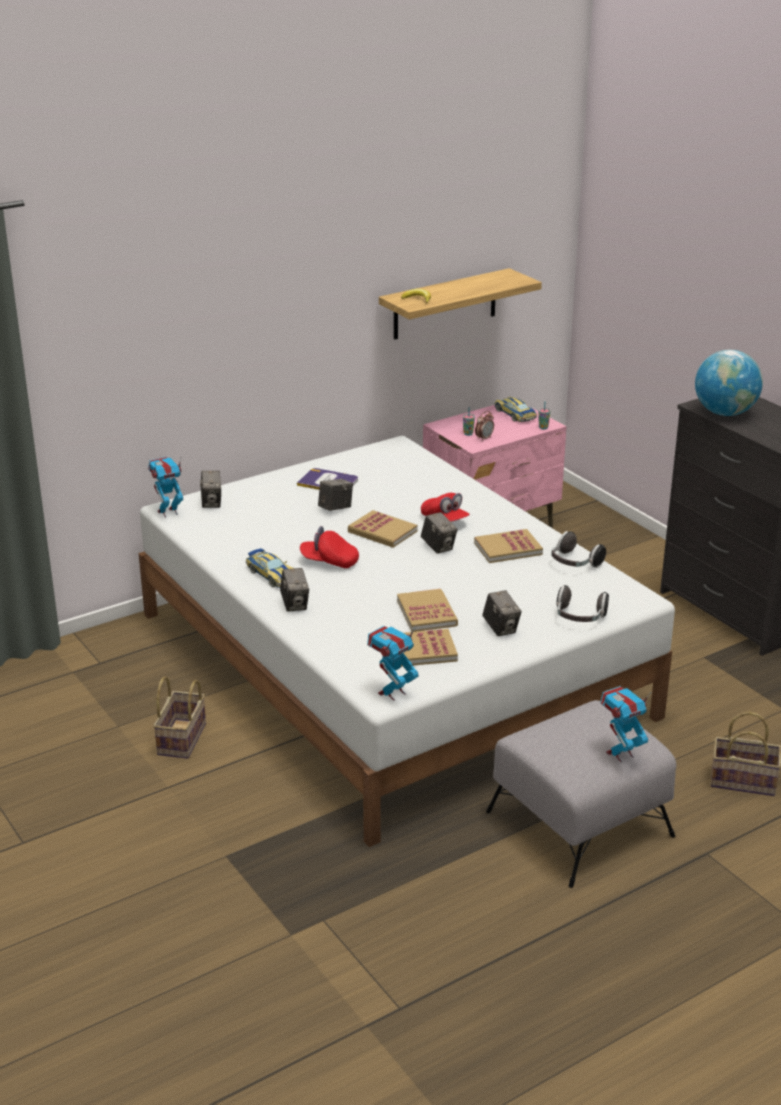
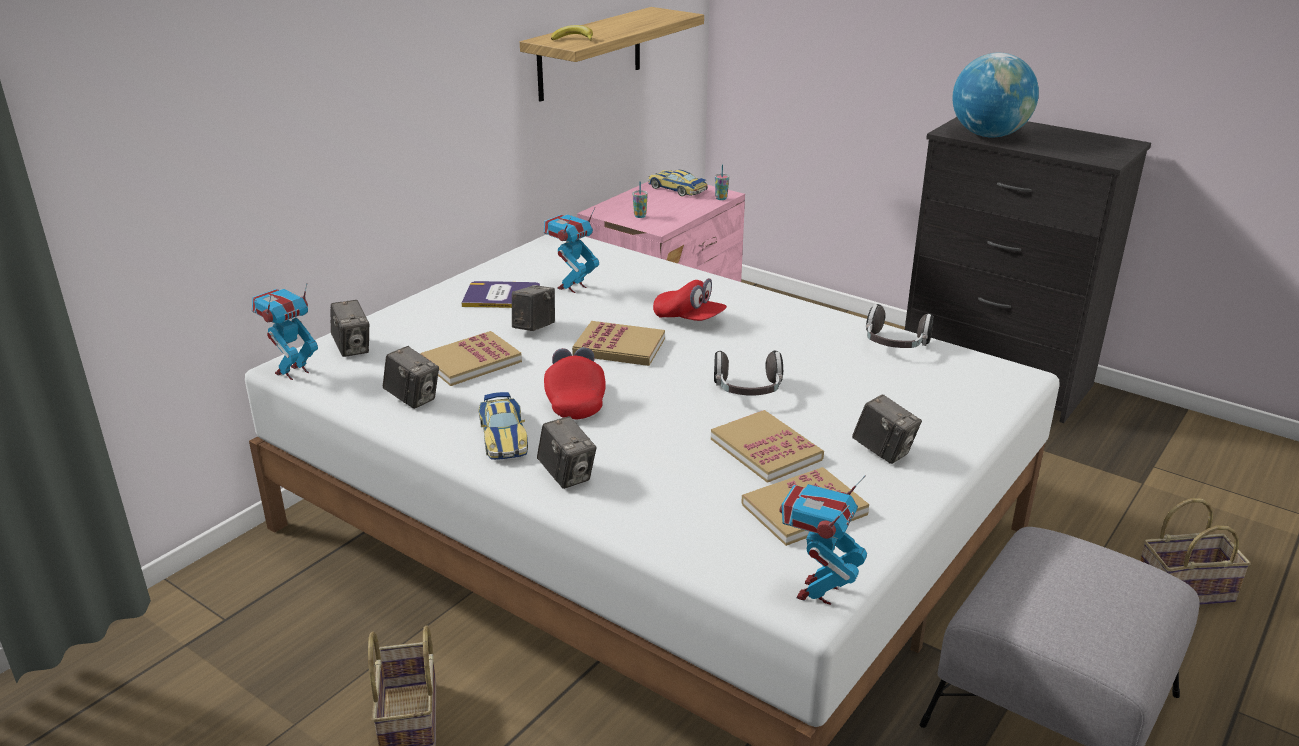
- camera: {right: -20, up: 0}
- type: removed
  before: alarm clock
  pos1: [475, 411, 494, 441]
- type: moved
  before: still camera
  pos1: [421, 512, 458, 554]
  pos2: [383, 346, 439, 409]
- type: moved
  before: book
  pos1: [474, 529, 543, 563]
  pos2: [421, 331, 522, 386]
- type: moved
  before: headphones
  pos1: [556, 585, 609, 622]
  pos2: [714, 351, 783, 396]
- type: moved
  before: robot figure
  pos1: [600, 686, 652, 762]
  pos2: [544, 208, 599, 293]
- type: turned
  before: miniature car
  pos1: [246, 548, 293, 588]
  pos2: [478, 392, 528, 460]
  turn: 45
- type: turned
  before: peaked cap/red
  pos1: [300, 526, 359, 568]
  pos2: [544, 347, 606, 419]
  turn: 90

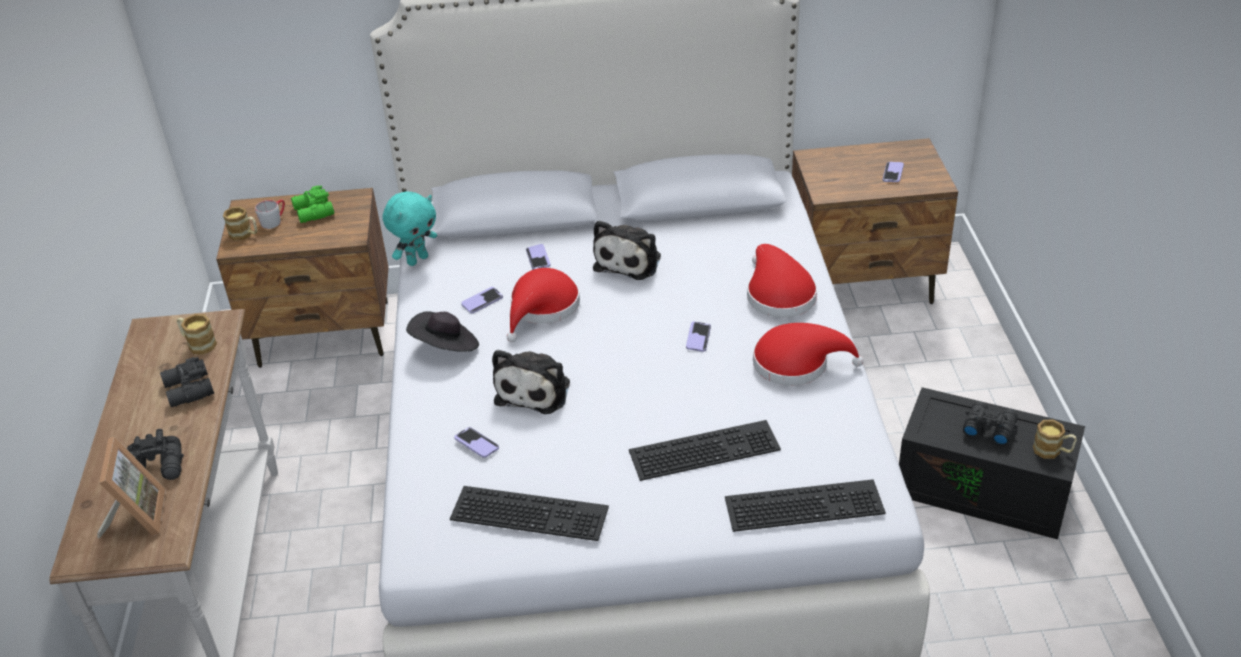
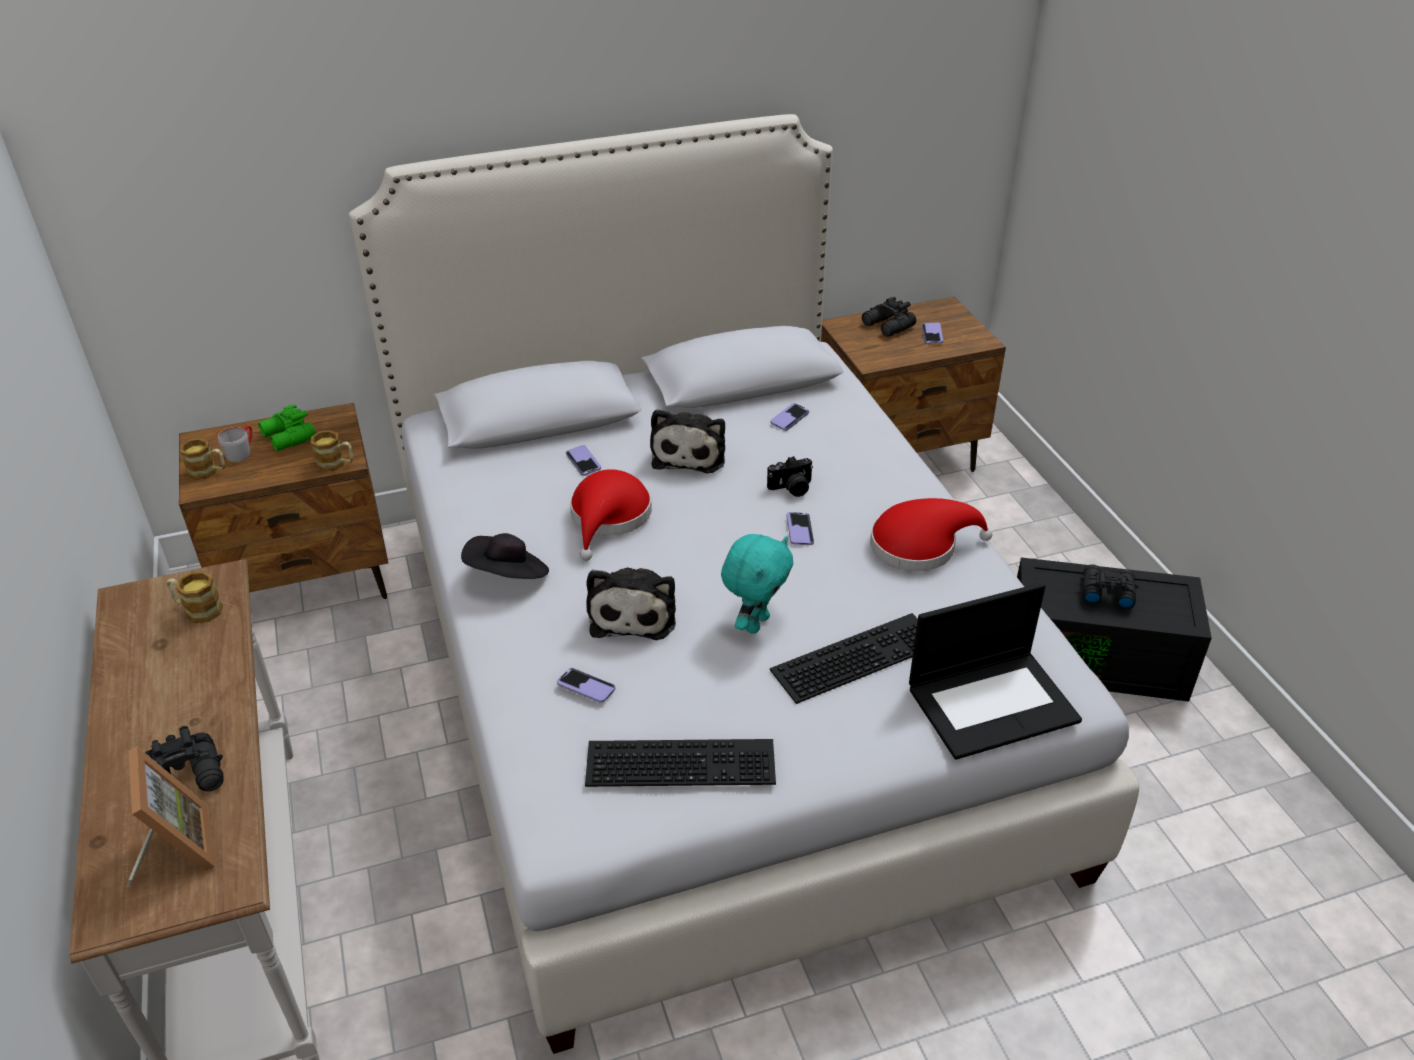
- camera: {right: -15, up: 0}
- type: removed
  before: hat/red
  pos1: [747, 244, 817, 318]
- type: added
  after: still camera
  pos2: [767, 456, 813, 497]
- type: moved
  before: binoculars/black-coloured
  pos1: [160, 357, 214, 407]
  pos2: [862, 297, 916, 337]
- type: moved
  before: soft toy/turquoise
  pos1: [383, 191, 437, 266]
  pos2: [721, 534, 793, 634]
- type: moved
  before: handset
  pos1: [461, 287, 503, 313]
  pos2: [771, 403, 809, 431]
- type: moved
  before: tea mug
  pos1: [1033, 420, 1077, 459]
  pos2: [311, 430, 353, 472]
- type: replaced
  before: keyboard
  after: notebook computer
  pos1: [725, 479, 886, 532]
  pos2: [909, 583, 1082, 760]

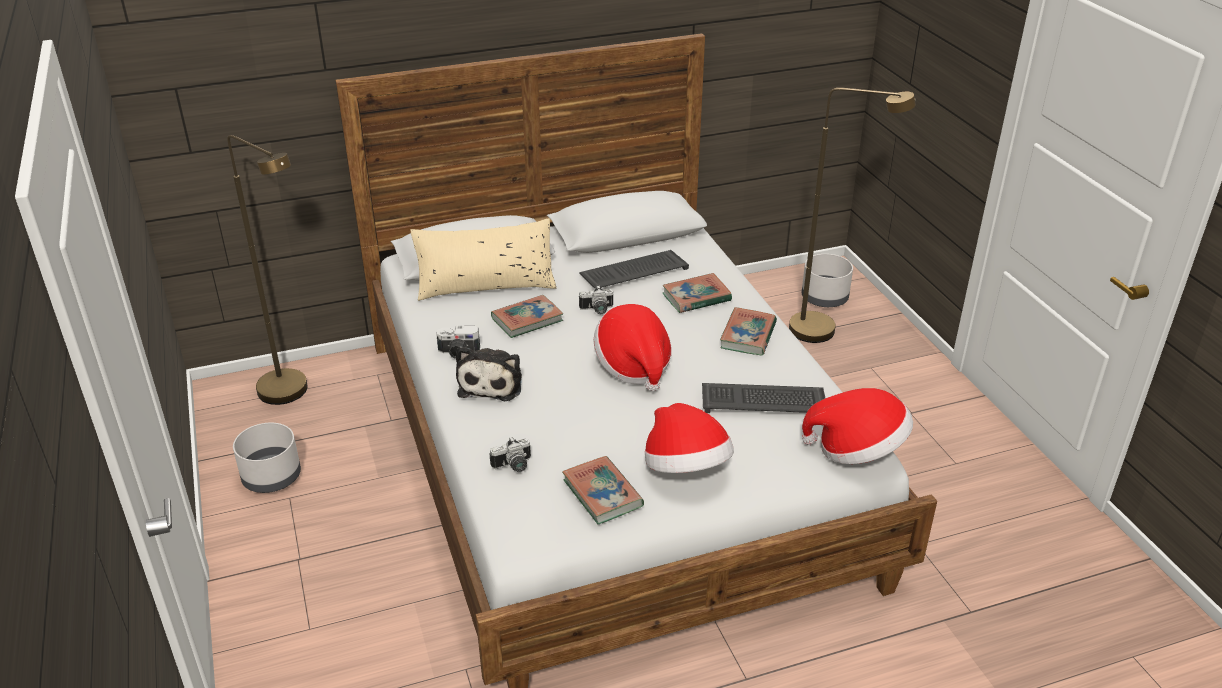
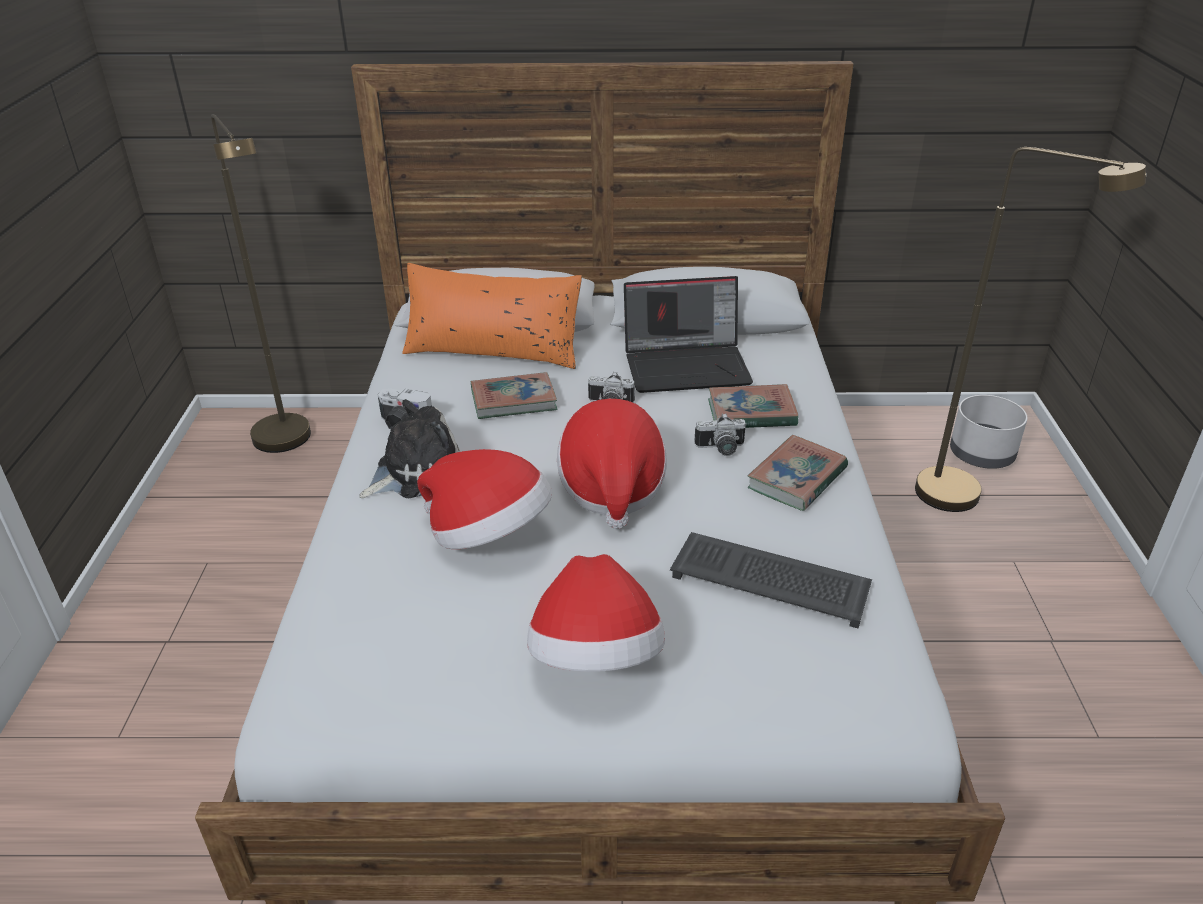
- camera: {right: 20, up: 0}
- type: removed
  before: flower pot/greyish
  pos1: [233, 423, 301, 493]
- type: removed
  before: book
  pos1: [562, 456, 644, 525]
- type: moved
  before: still camera
  pos1: [489, 437, 531, 472]
  pos2: [694, 413, 746, 456]
- type: moved
  before: hat
  pos1: [802, 388, 913, 464]
  pos2: [417, 449, 552, 549]
- type: replaced
  before: keyboard
  after: notebook computer
  pos1: [579, 250, 689, 288]
  pos2: [624, 276, 753, 393]
- type: recoloured
  before: throw pillow/beige-coloured
  after: throw pillow/orange-coloured
  pos1: [410, 218, 556, 301]
  pos2: [402, 263, 582, 369]
- type: turned
  before: soft toy
  pos1: [456, 347, 522, 401]
  pos2: [359, 399, 461, 499]
  turn: -150

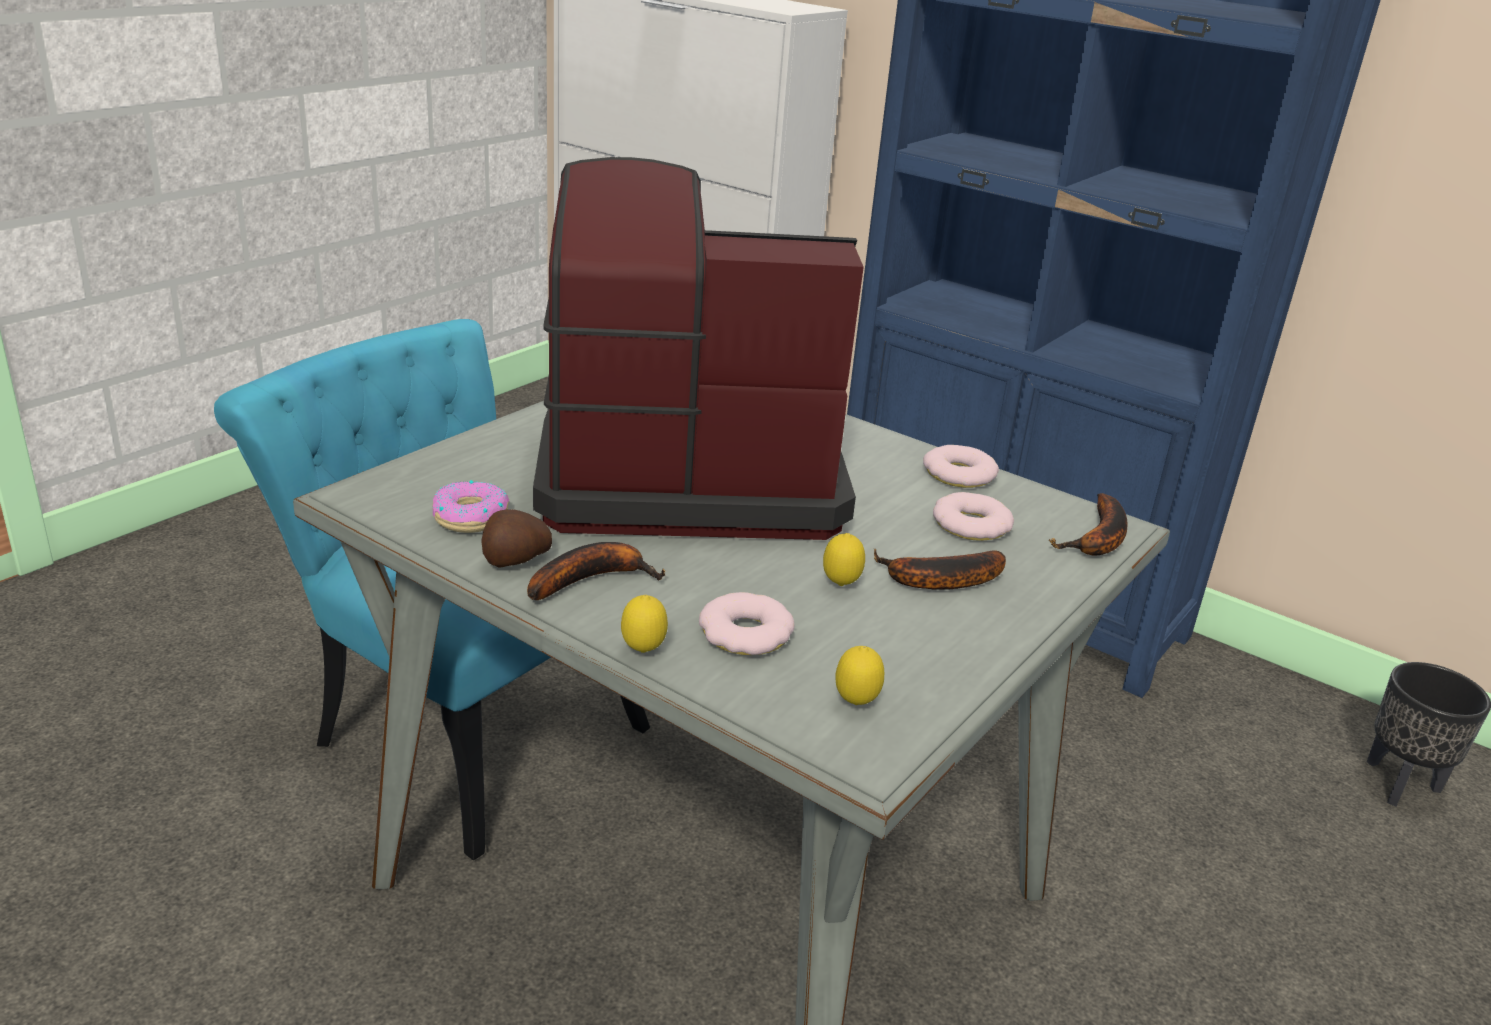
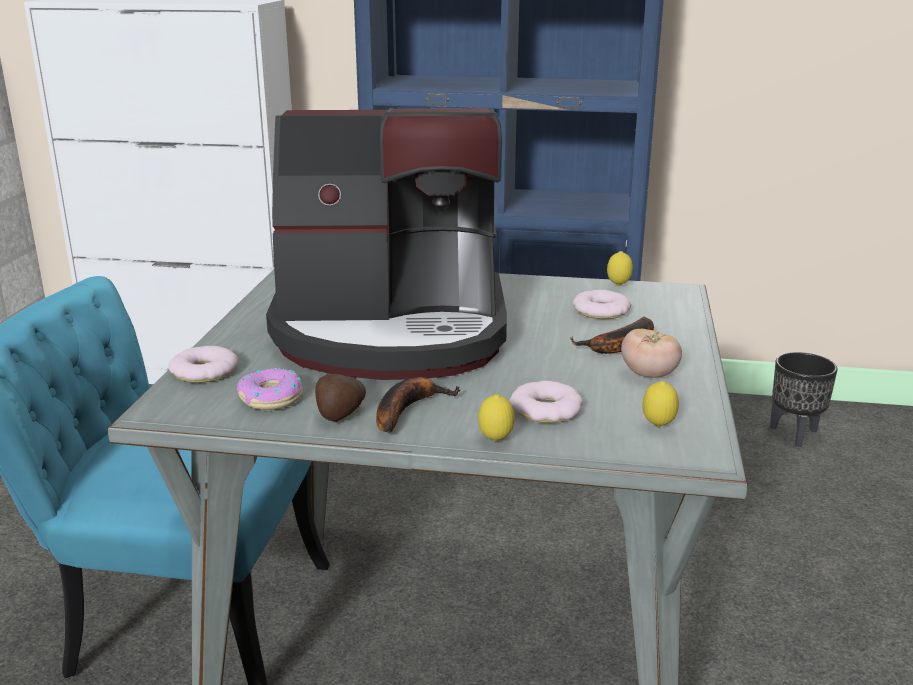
- camera: {right: -25, up: -5}
- type: removed
  before: whole banana
  pos1: [1049, 493, 1127, 555]
- type: added
  after: tomato
  pos2: [621, 329, 682, 378]
- type: moved
  before: whole lemon
  pos1: [823, 533, 865, 586]
  pos2: [607, 251, 633, 286]
- type: moved
  before: ring doughnut
  pos1: [923, 445, 999, 488]
  pos2: [168, 346, 238, 383]
- type: turned
  before: coffee maker
  pos1: [533, 157, 864, 540]
  pos2: [266, 108, 507, 380]
  turn: -150

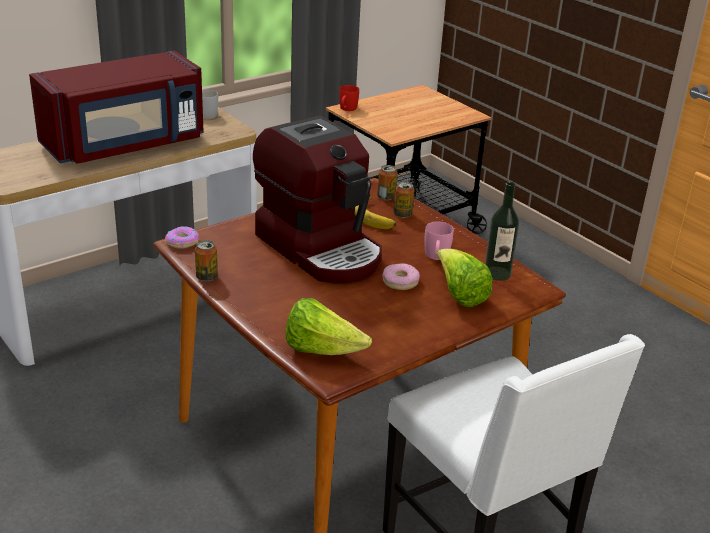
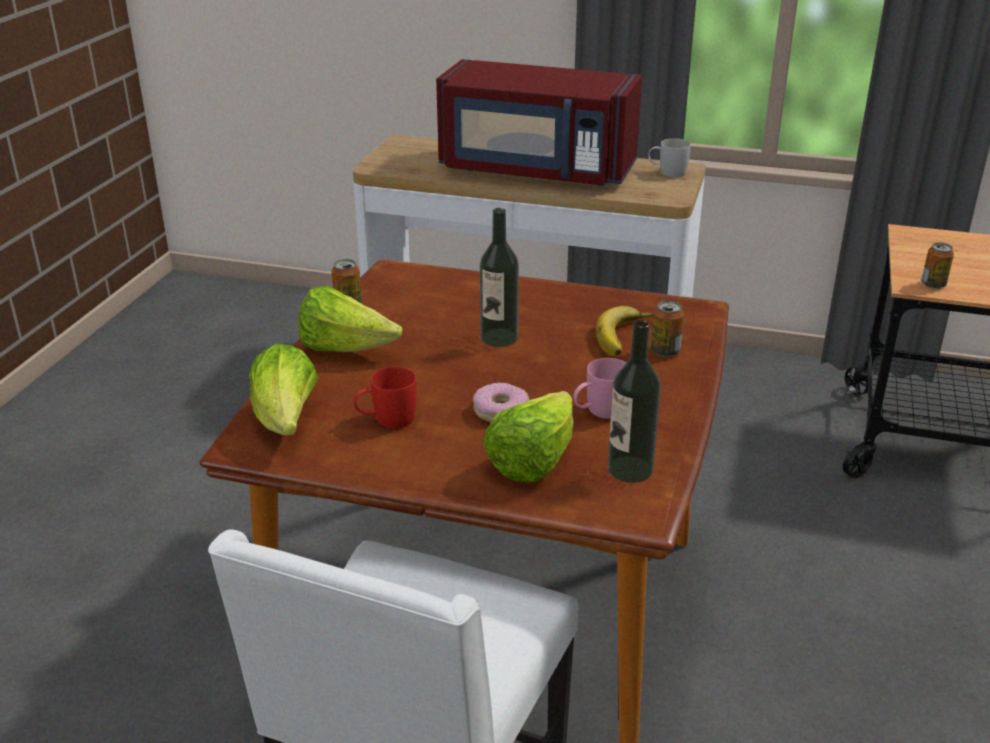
- camera: {right: 55, up: 0}
- type: removed
  before: ring doughnut
  pos1: [165, 226, 199, 249]
- type: added
  after: lettuce head
  pos2: [298, 286, 402, 352]
- type: moved
  before: tea mug/red
  pos1: [339, 85, 359, 111]
  pos2: [354, 367, 417, 428]
- type: moved
  before: sealed can
  pos1: [377, 165, 398, 200]
  pos2: [921, 243, 954, 289]
- type: replaced
  before: coffee maker
  after: drink bottle
  pos1: [253, 115, 382, 284]
  pos2: [480, 208, 519, 347]

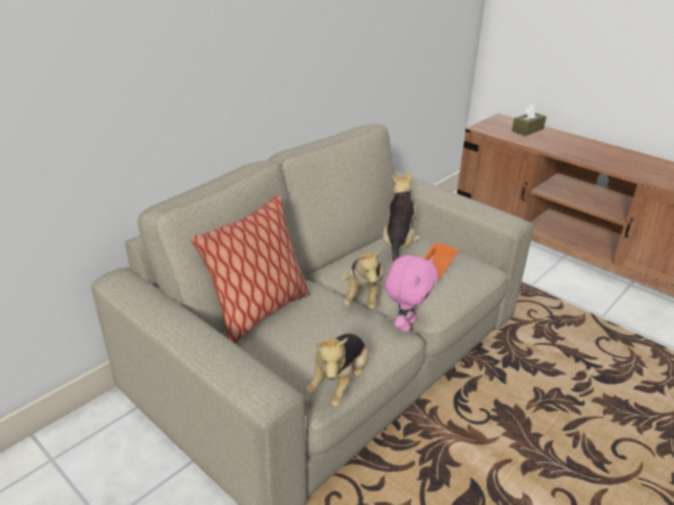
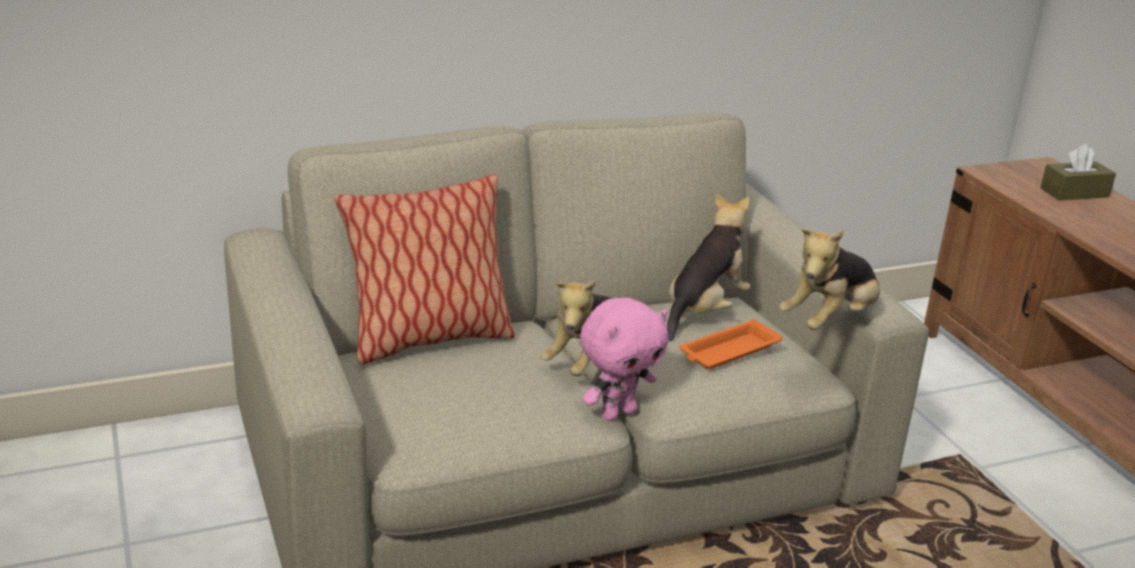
- camera: {right: 25, up: -5}
- type: moved
  before: soft toy
  pos1: [305, 333, 369, 407]
  pos2: [779, 229, 880, 330]

